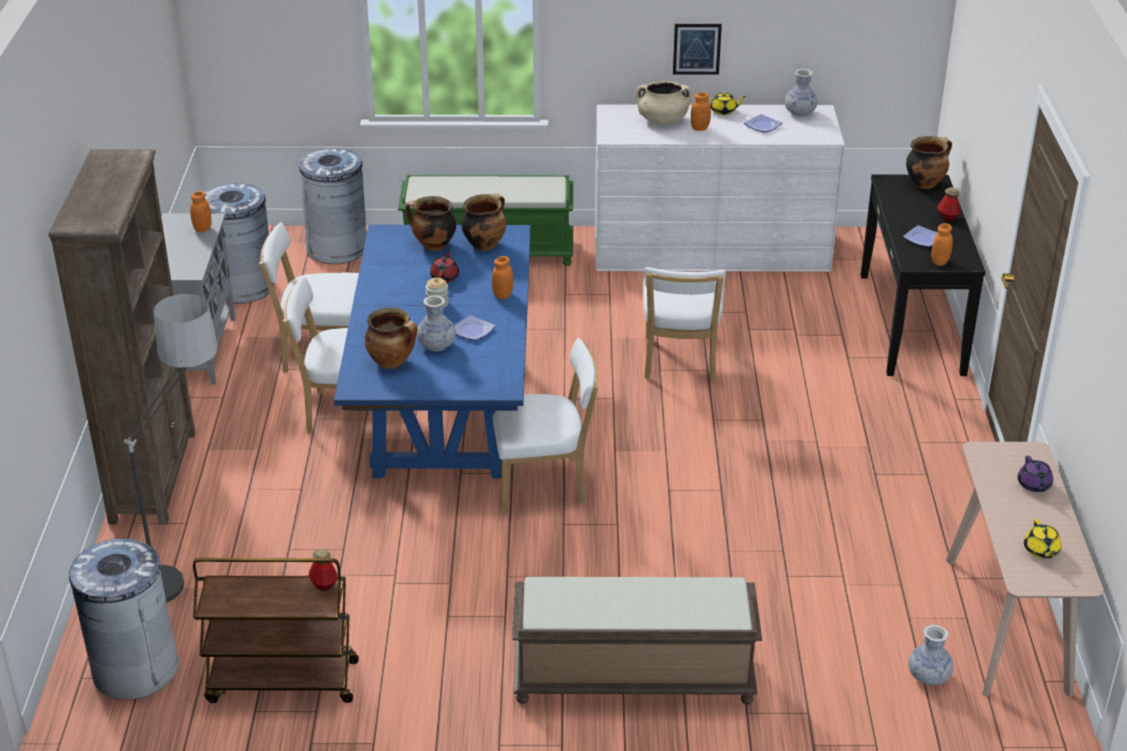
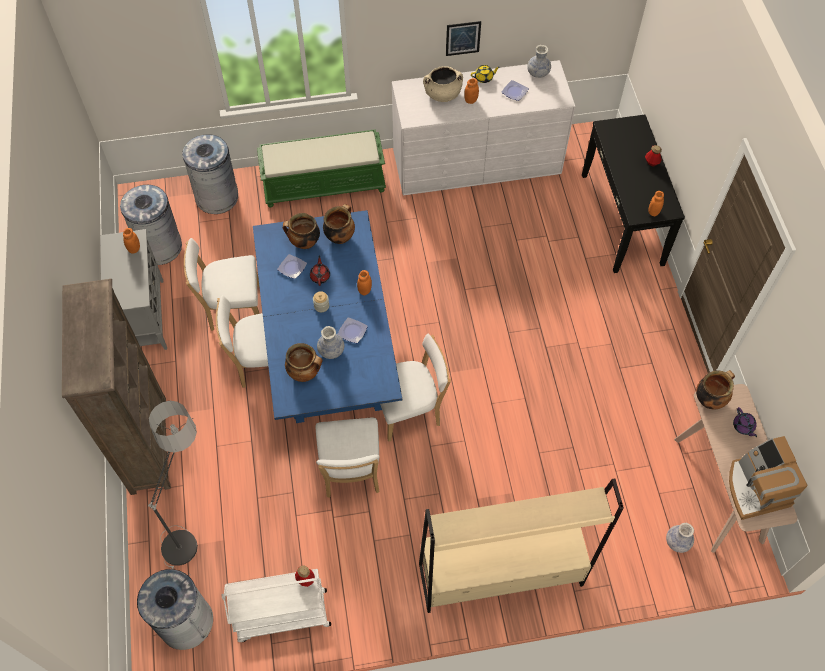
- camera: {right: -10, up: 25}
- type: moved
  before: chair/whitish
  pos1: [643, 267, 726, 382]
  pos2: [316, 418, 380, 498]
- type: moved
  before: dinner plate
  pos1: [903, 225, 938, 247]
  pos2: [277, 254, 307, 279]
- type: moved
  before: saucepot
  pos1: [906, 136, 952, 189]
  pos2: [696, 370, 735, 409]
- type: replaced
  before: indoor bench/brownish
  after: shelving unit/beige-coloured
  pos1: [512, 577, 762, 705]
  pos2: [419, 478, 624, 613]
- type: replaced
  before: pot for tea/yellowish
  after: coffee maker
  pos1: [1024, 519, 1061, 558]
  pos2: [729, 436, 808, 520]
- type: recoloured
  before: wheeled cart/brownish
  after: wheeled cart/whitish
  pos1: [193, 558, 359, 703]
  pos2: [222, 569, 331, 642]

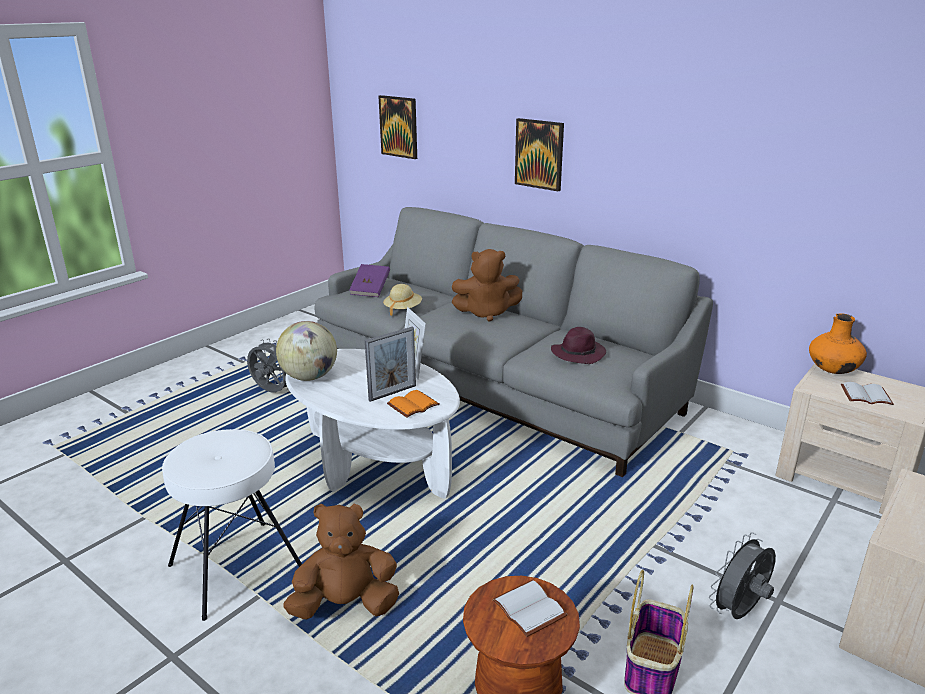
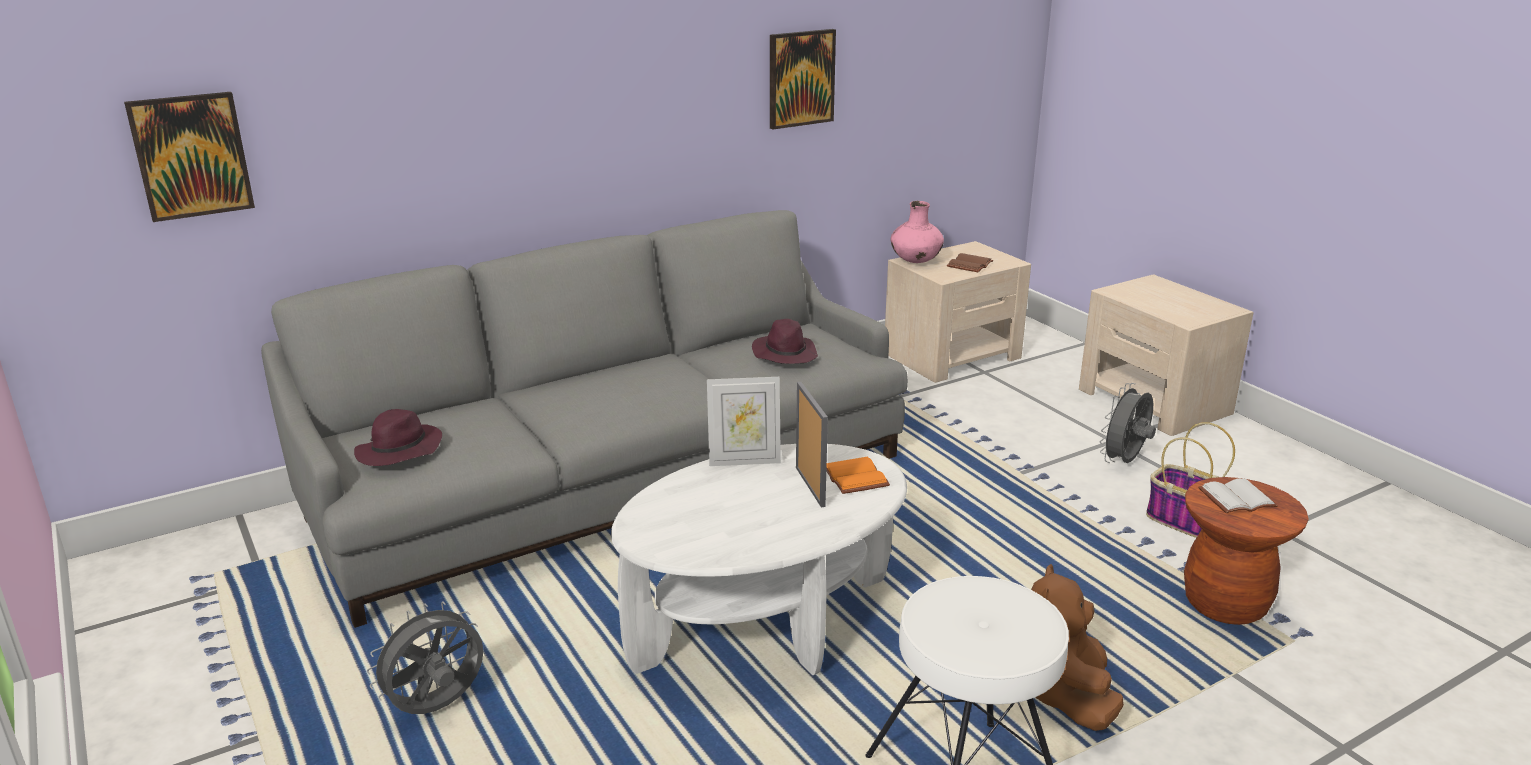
- camera: {right: -70, up: 0}
- type: removed
  before: desk globe
  pos1: [276, 321, 337, 381]
- type: removed
  before: hat/beige-coloured
  pos1: [383, 284, 422, 316]
- type: removed
  before: soft toy/brownish
  pos1: [452, 249, 522, 322]
- type: moved
  before: wall picture
  pos1: [515, 118, 564, 191]
  pos2: [770, 29, 836, 130]
- type: replaced
  before: book/purplish
  after: hat/purplish
  pos1: [349, 264, 390, 297]
  pos2: [354, 409, 442, 466]
- type: recoloured
  before: vase/orange-coloured
  after: vase/pinkish
  pos1: [809, 313, 867, 374]
  pos2: [891, 201, 944, 263]
- type: recoloured
  before: book/whitish
  after: book/brownish
  pos1: [841, 382, 894, 405]
  pos2: [947, 253, 993, 272]
- type: turned
  before: electric fan/greyish
  pos1: [709, 532, 776, 619]
  pos2: [1100, 383, 1156, 463]
  turn: 60

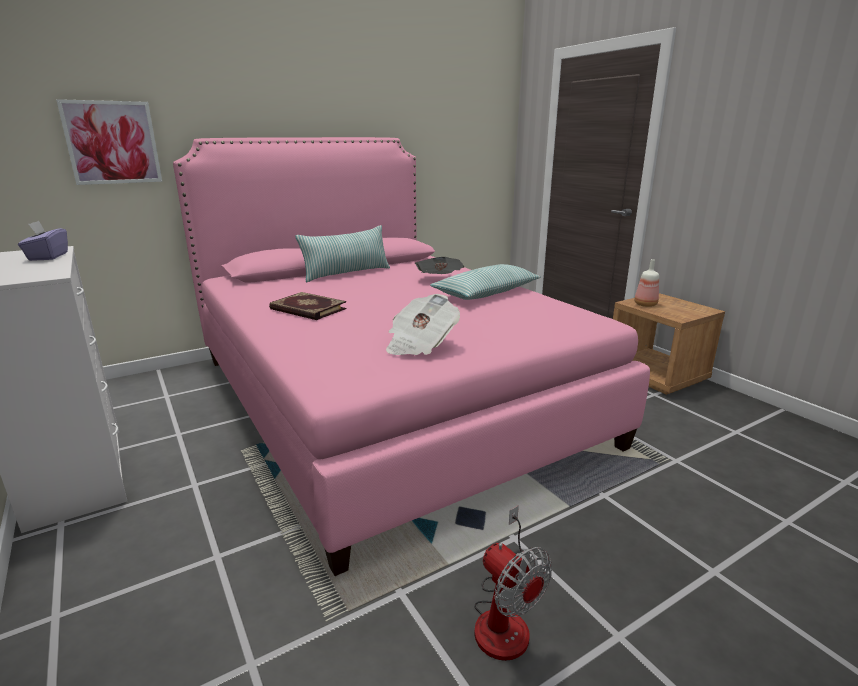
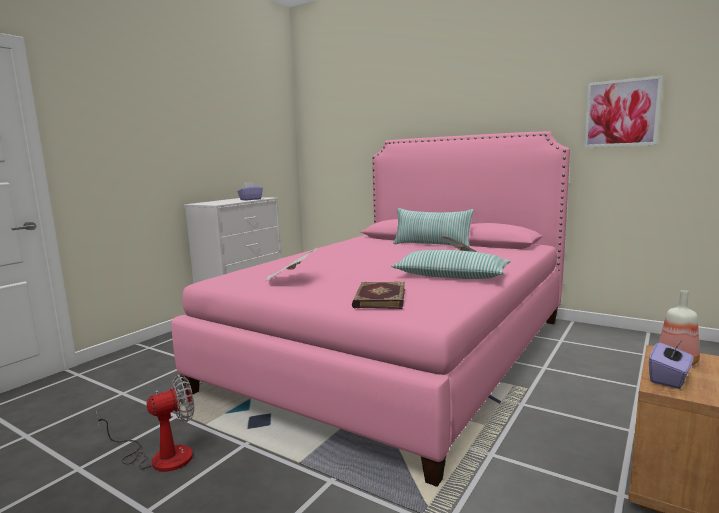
- camera: {right: 65, up: -10}
- type: added
  after: tissue holder/purplish
  pos2: [649, 340, 693, 389]
- type: moved
  before: wall picture
  pos1: [56, 99, 162, 185]
  pos2: [584, 76, 662, 148]
- type: moved
  before: book
  pos1: [269, 292, 347, 320]
  pos2: [352, 282, 405, 309]
- type: turned
  before: electric fan
  pos1: [474, 506, 552, 661]
  pos2: [96, 374, 194, 472]
  turn: -150

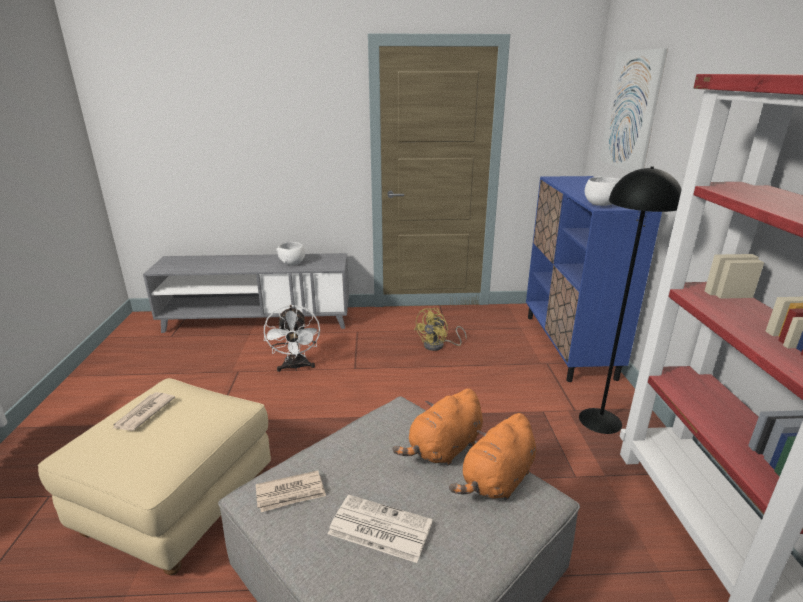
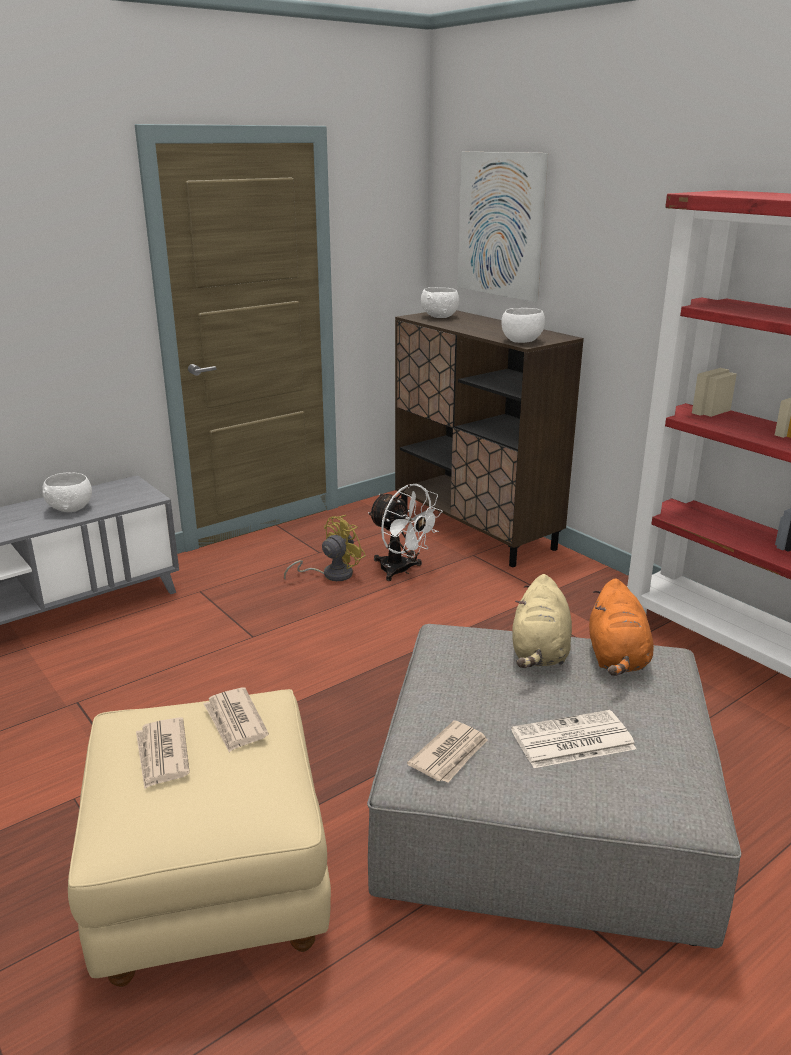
- camera: {right: -35, up: 0}
- type: removed
  before: floor lamp/black-coloured
  pos1: [579, 166, 682, 434]
- type: added
  after: newspaper
  pos2: [203, 687, 269, 752]
- type: added
  after: serving bowl/whitish
  pos2: [421, 287, 459, 318]
- type: moved
  before: electric fan/whitish
  pos1: [264, 305, 320, 372]
  pos2: [368, 484, 443, 581]
- type: recoloured
  before: soft toy/orange-coloured
  after: soft toy/beige-coloured
  pos1: [393, 388, 483, 466]
  pos2: [512, 574, 572, 668]
- type: recoloured
  before: cabinet/blue-coloured
  after: cabinet/brownish
  pos1: [526, 176, 662, 382]
  pos2: [395, 310, 584, 567]
- type: turned
  before: electric fan/yellowish
  pos1: [414, 308, 467, 351]
  pos2: [284, 515, 366, 581]
  turn: -135

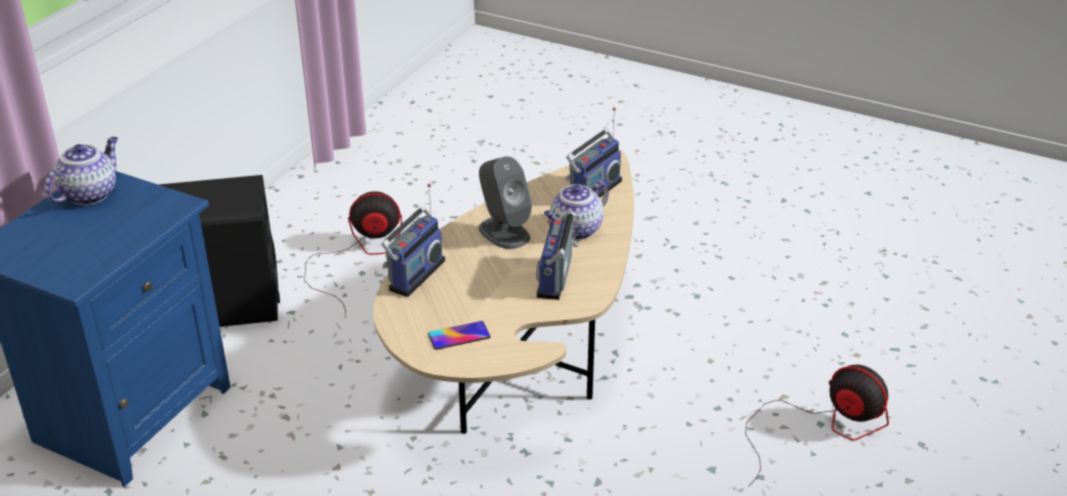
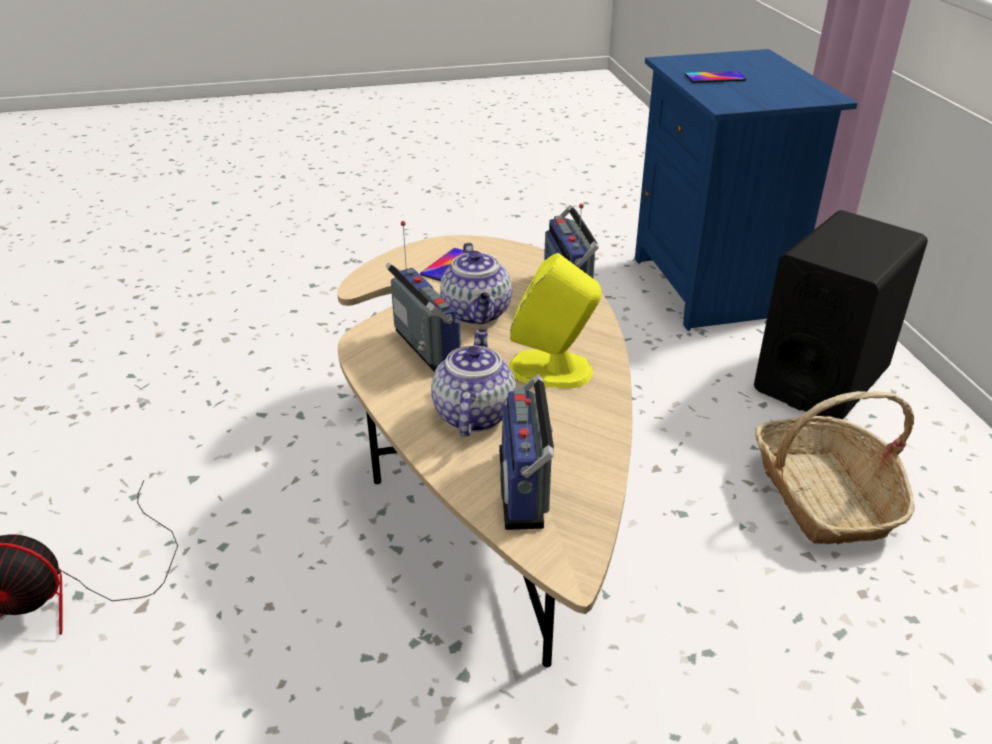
- camera: {right: 140, up: 0}
- type: added
  after: handset
  pos2: [685, 71, 747, 83]
- type: moved
  before: pot for tea
  pos1: [45, 137, 118, 205]
  pos2: [440, 242, 512, 325]
- type: replaced
  before: electric fan
  after: household basket
  pos1: [304, 191, 402, 316]
  pos2: [755, 391, 915, 545]
- type: recoloured
  before: speaker/greyish
  after: speaker/yellowish
  pos1: [479, 156, 532, 249]
  pos2: [509, 253, 602, 388]

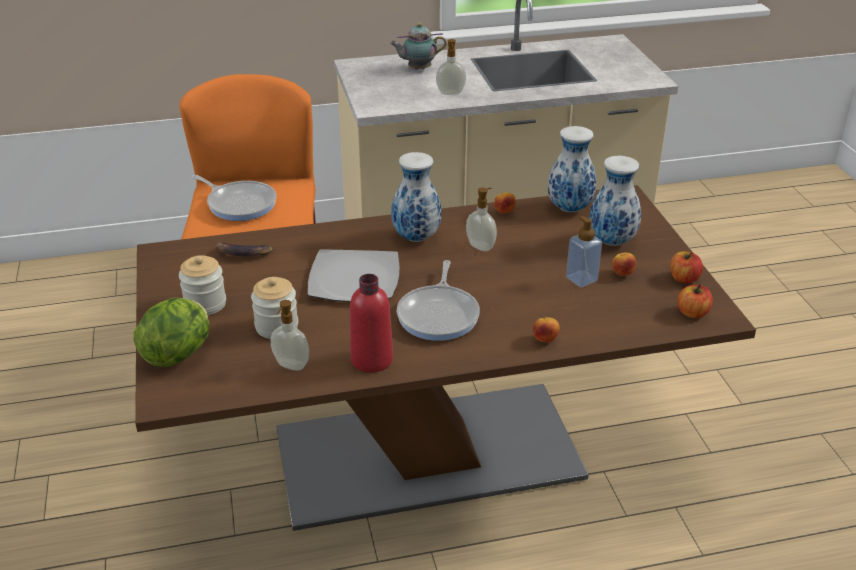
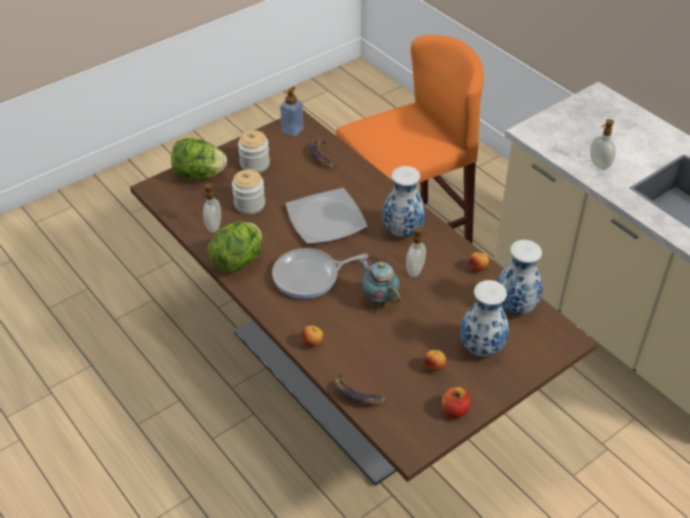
- camera: {right: 65, up: 10}
- type: removed
  before: pan
  pos1: [192, 175, 277, 221]
- type: removed
  before: whole apple
  pos1: [677, 284, 713, 318]
- type: added
  after: whole banana
  pos2: [334, 372, 386, 405]
- type: moved
  before: pot for tea
  pos1: [390, 23, 447, 70]
  pos2: [360, 258, 400, 306]
- type: moved
  before: soap dispenser
  pos1: [566, 216, 602, 287]
  pos2: [280, 86, 304, 137]
- type: replaced
  before: drink bottle/red
  after: lettuce head
  pos1: [350, 274, 393, 373]
  pos2: [207, 222, 263, 272]

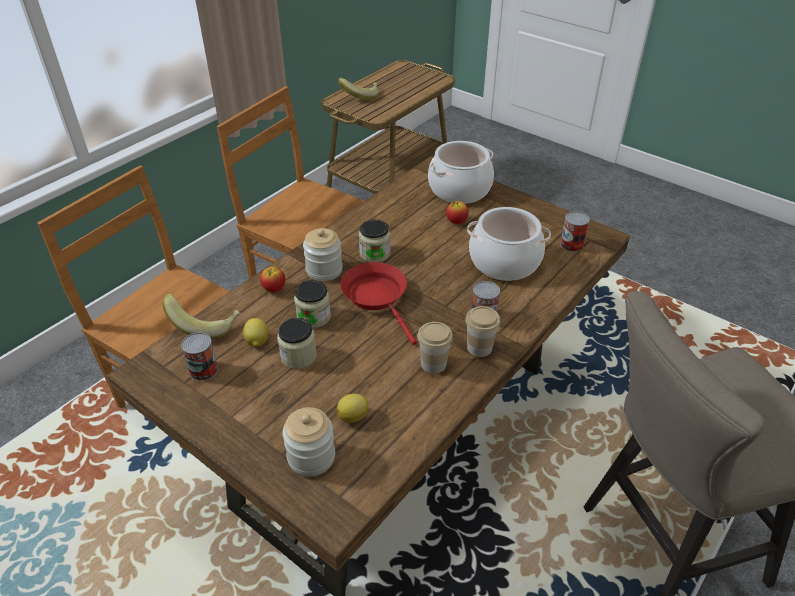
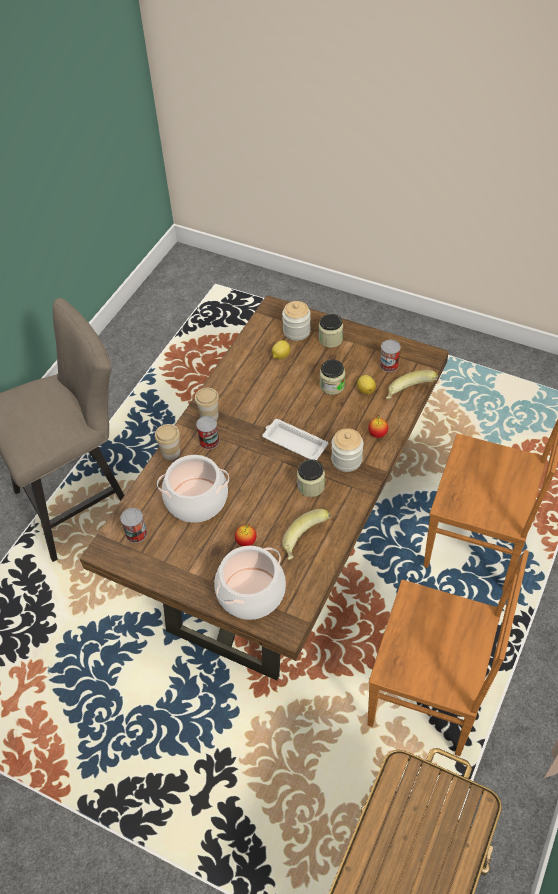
- camera: {right: 170, up: 10}
- type: moved
  before: jar
  pos1: [294, 280, 331, 328]
  pos2: [319, 314, 343, 348]
- type: moved
  before: whole banana
  pos1: [338, 78, 379, 100]
  pos2: [282, 509, 331, 560]
- type: moved
  before: small cup
  pos1: [417, 322, 453, 373]
  pos2: [155, 424, 180, 460]
- type: replaced
  before: pan/red
  after: serving tray/whitish
  pos1: [341, 262, 417, 345]
  pos2: [262, 419, 328, 460]

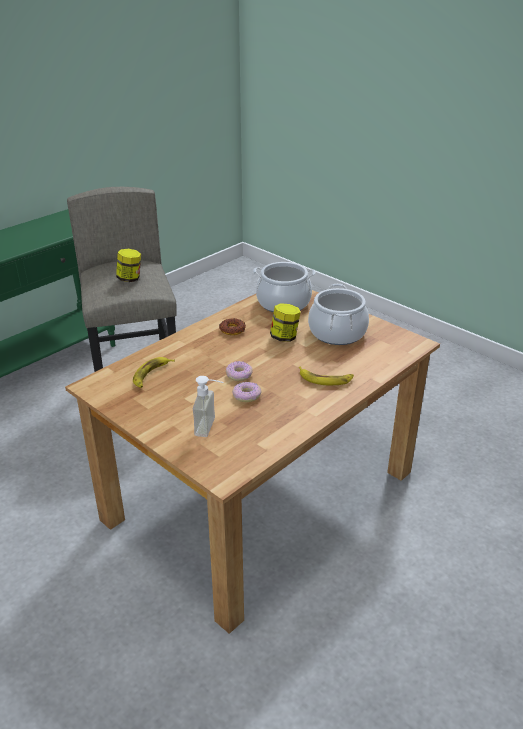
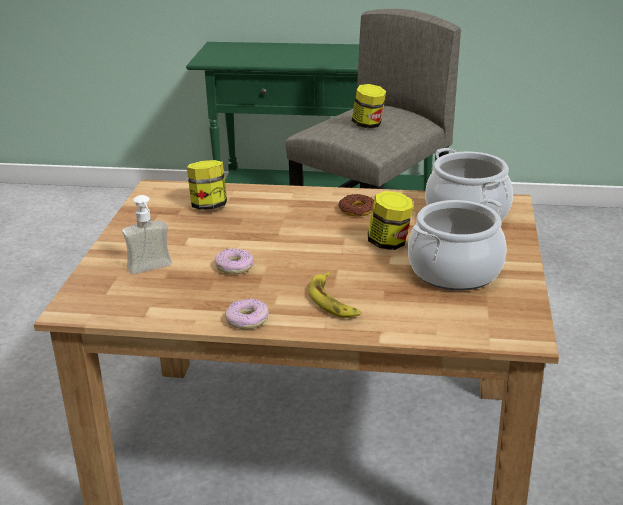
- camera: {right: 55, up: -5}
- type: moved
  before: ring doughnut
  pos1: [226, 361, 252, 381]
  pos2: [225, 299, 269, 329]
- type: replaced
  before: whole banana
  after: jar
  pos1: [133, 357, 175, 388]
  pos2: [187, 160, 227, 210]

